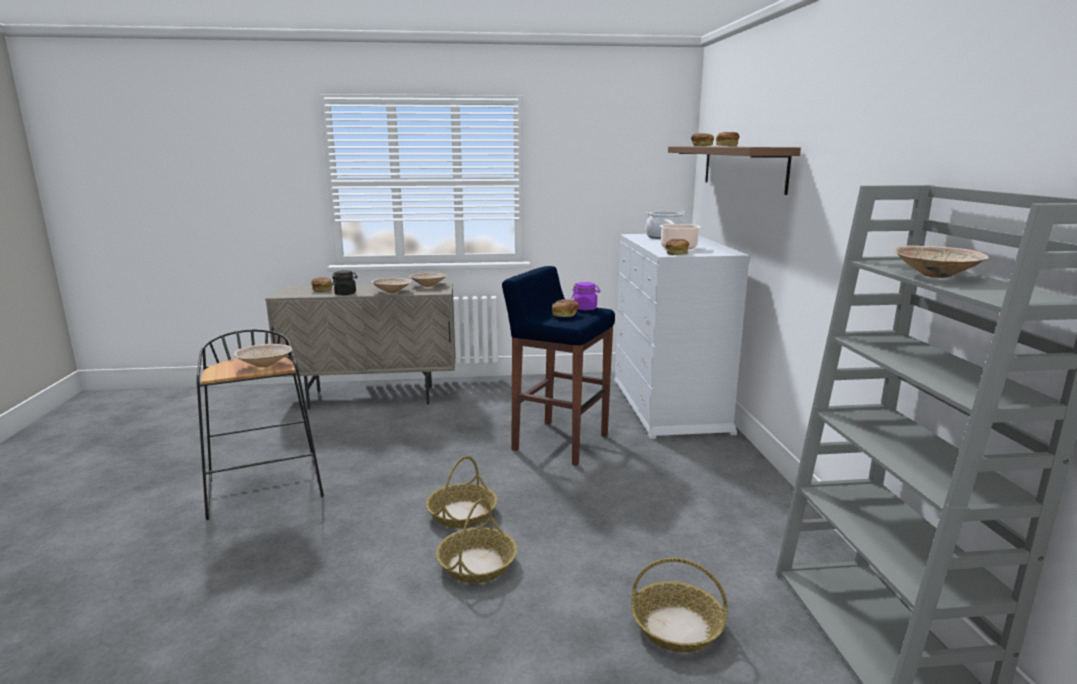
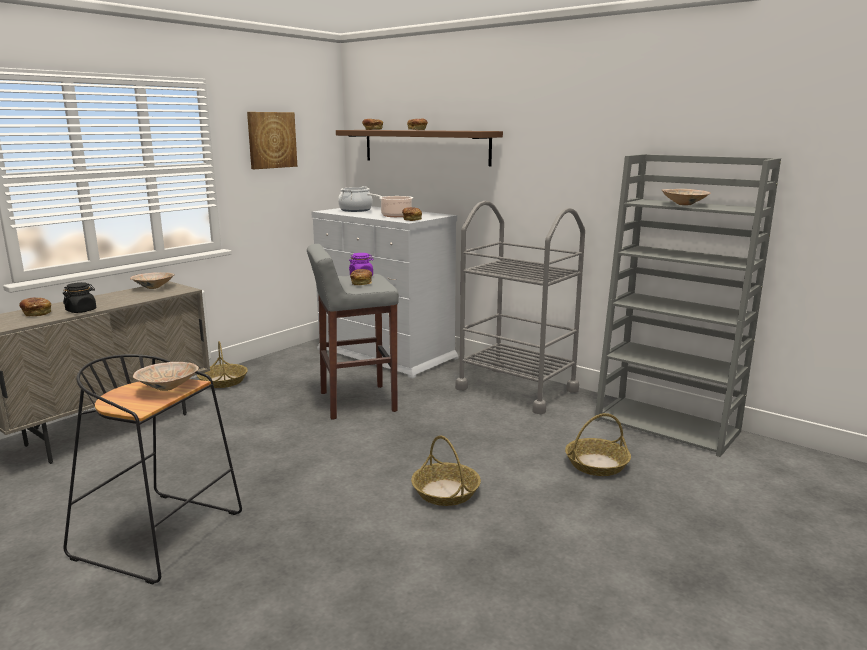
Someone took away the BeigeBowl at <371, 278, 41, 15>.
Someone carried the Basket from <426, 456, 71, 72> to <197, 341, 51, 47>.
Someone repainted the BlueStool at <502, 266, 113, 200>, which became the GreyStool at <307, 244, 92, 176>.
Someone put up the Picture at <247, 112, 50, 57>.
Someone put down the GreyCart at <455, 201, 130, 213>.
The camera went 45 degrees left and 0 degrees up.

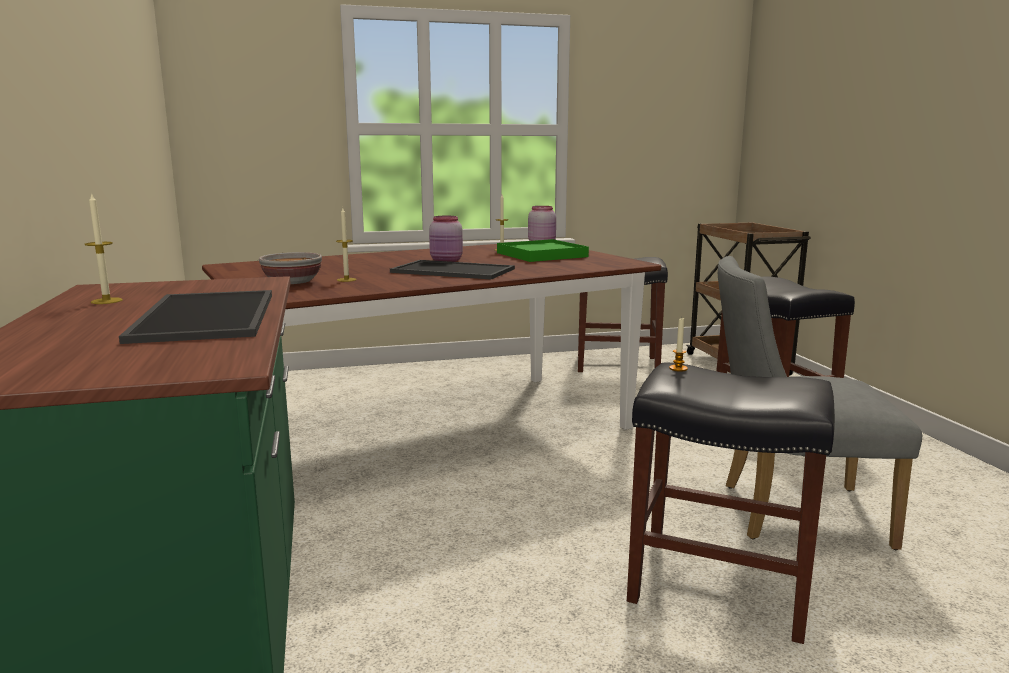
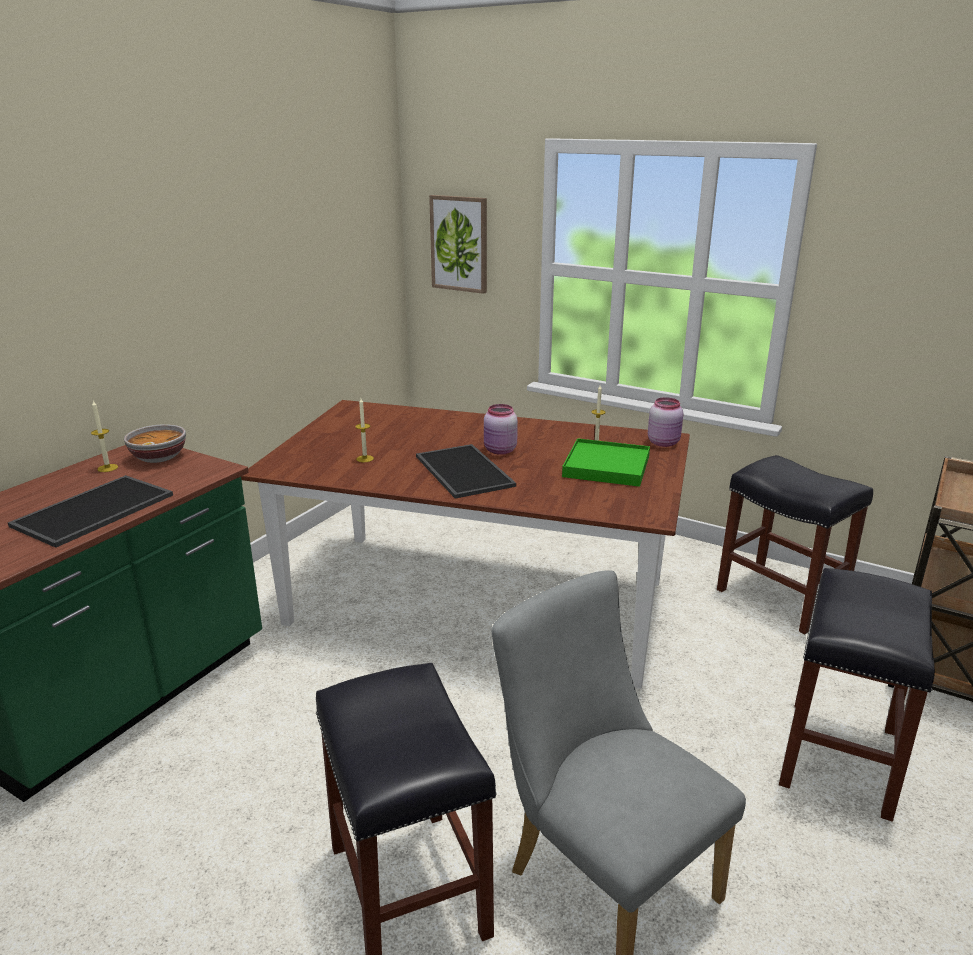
Someone carried the Bowl from <259, 252, 63, 32> to <124, 424, 62, 39>.
Someone took away the Candle at <669, 317, 19, 55>.
Someone put up the Picture at <429, 195, 58, 99>.
The camera went 45 degrees right and 10 degrees up.

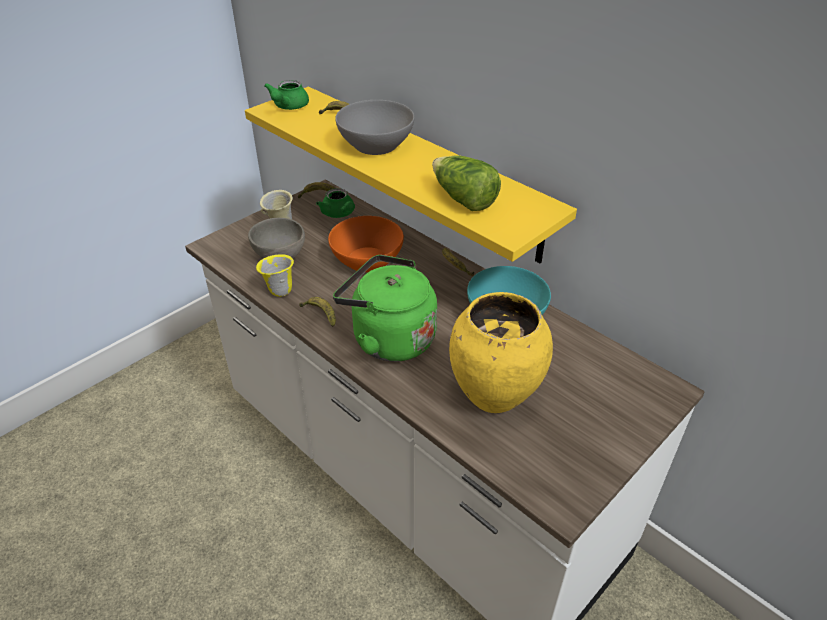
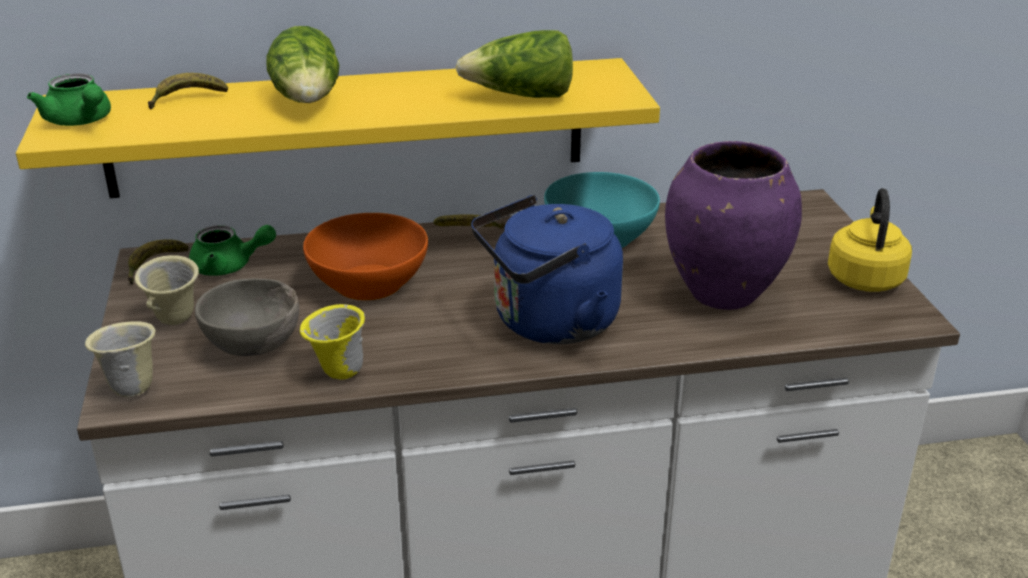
Someone took away the Banana at <299, 297, 37, 30>.
Someone repainted the GreenKettle at <333, 255, 104, 107>, which became the BlueKettle at <471, 195, 152, 149>.
Someone swapped the GreyBowl at <335, 100, 80, 55> for the Lettuce at <266, 26, 74, 77>.
Someone repainted the YellowVase at <449, 292, 104, 121>, which became the PurpleVase at <665, 141, 137, 169>.
Someone put down the BeigeMug at <85, 321, 71, 76>.
Someone put down the YellowKettle at <828, 188, 84, 104>.
The camera went 55 degrees left and 10 degrees down.

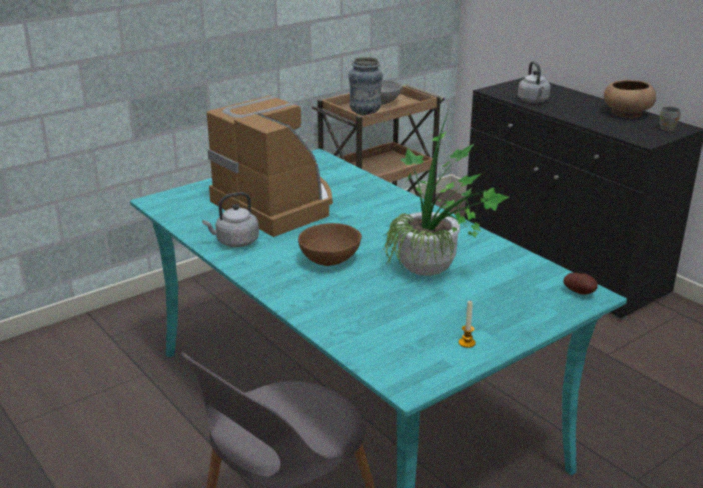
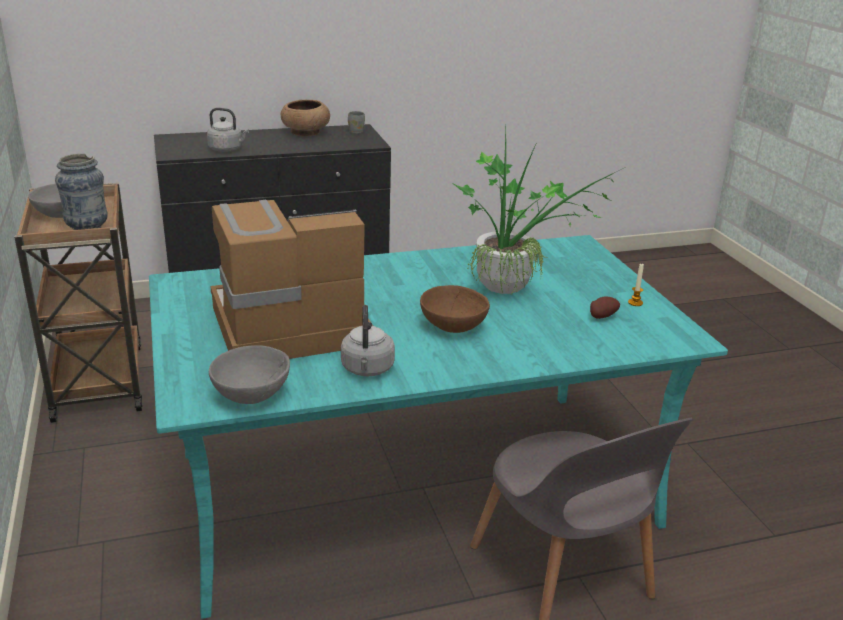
Someone carried the Potato from <563, 273, 35, 22> to <590, 297, 30, 22>.
Someone put down the GreyBowl at <209, 345, 81, 59>.
The camera went 70 degrees left and 0 degrees up.

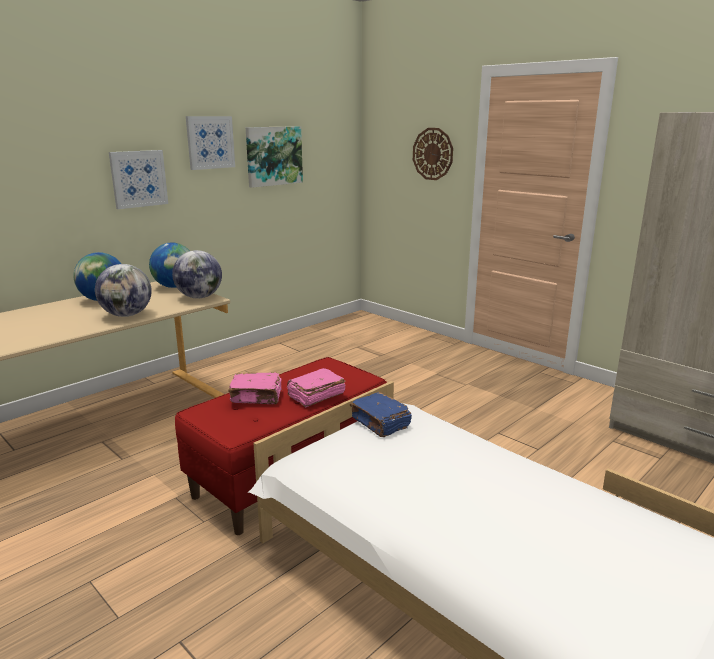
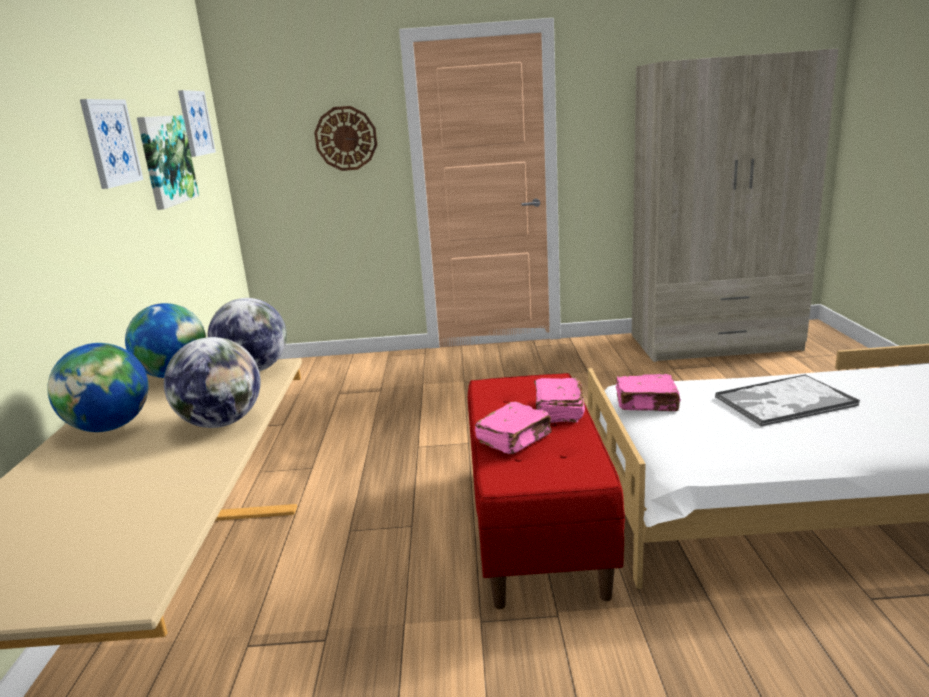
Someone carried the Picture from <109, 150, 59, 59> to <178, 90, 38, 67>.
Someone repainted the BlueBook at <350, 392, 62, 45>, which became the PinkBook at <616, 374, 65, 37>.
Someone put down the Tray at <715, 374, 145, 53>.
The camera went 45 degrees left and 0 degrees up.

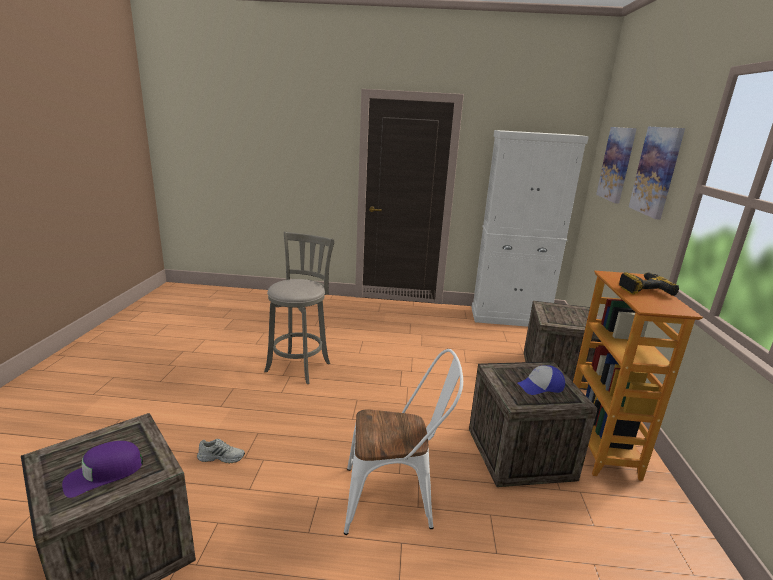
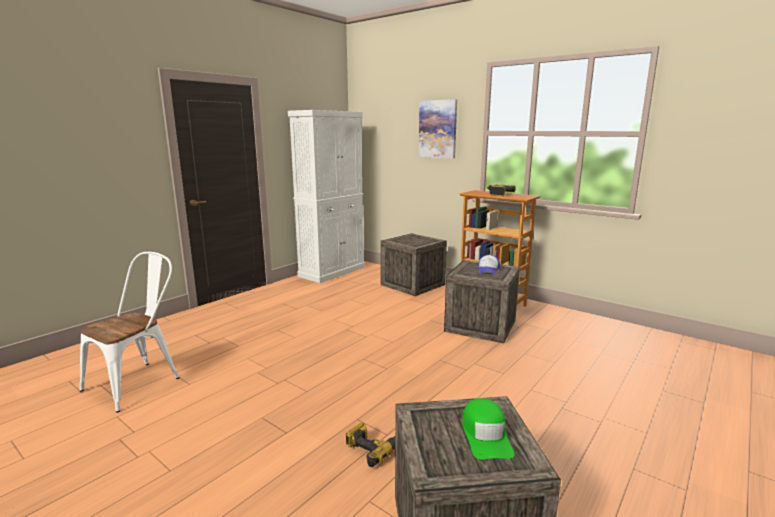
Someone repainted the PurpleCap at <62, 441, 81, 57>, which became the GreenCap at <463, 398, 51, 62>.
Someone swapped the WhiteShoe at <197, 439, 48, 24> for the PowerDrill at <346, 422, 49, 45>.
Someone took away the GreyStool at <264, 231, 70, 153>.
Someone carried the WhiteChair from <344, 349, 119, 186> to <80, 252, 99, 161>.
Someone took away the Picture at <596, 127, 41, 77>.
The camera went 55 degrees left and 5 degrees down.

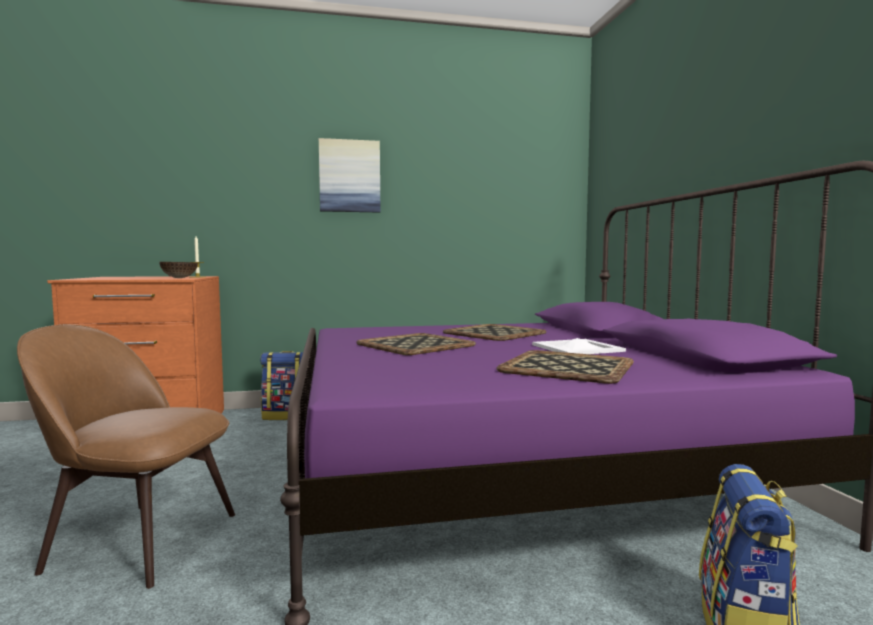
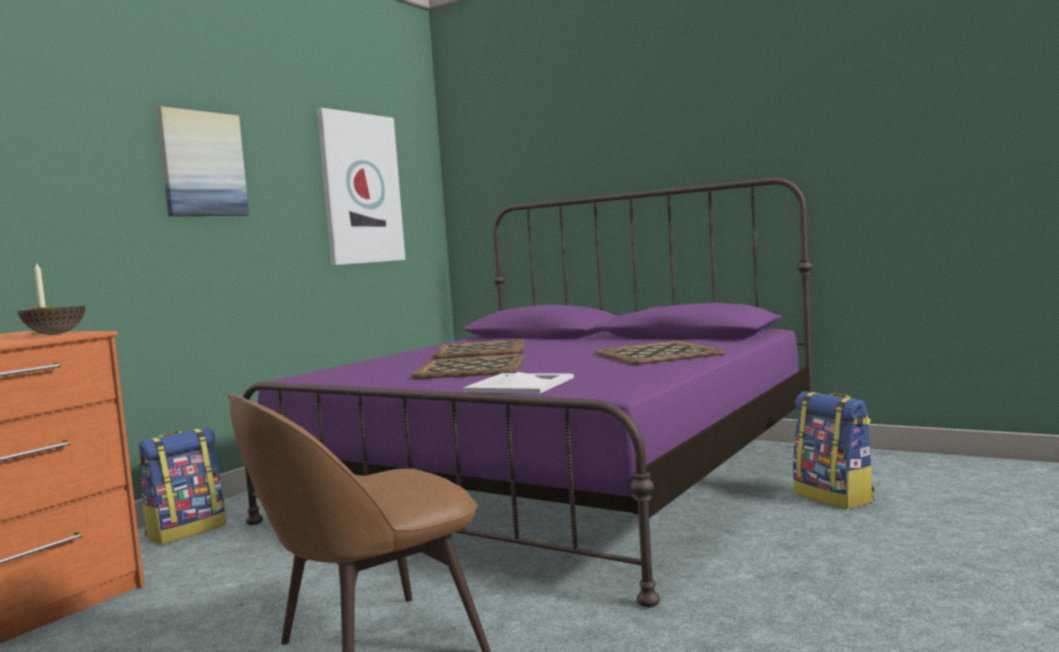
Someone carried the WhiteTray from <532, 338, 94, 16> to <463, 372, 111, 21>.
Someone put up the Picture at <317, 108, 88, 157>.
The camera went 45 degrees left and 0 degrees up.

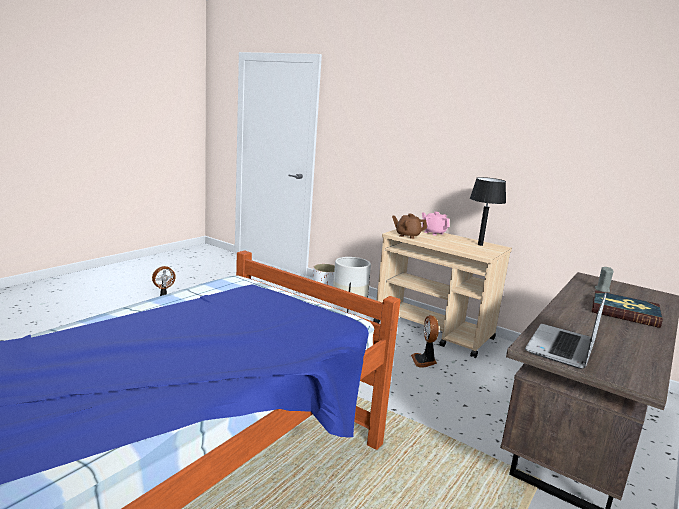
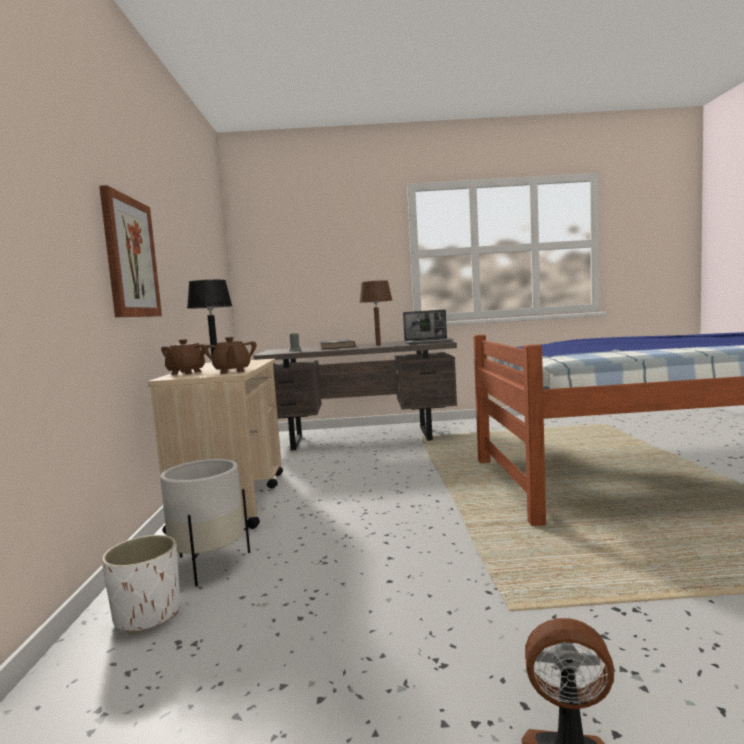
Someone took away the Fan at <411, 315, 28, 53>.
Someone repainted the PinkTeapot at <422, 212, 28, 24>, which became the BrownTeapot at <161, 339, 44, 36>.
Someone put up the Picture at <99, 185, 63, 132>.
Someone put down the BrownTableLamp at <359, 280, 33, 66>.
The camera went 125 degrees left and 10 degrees down.

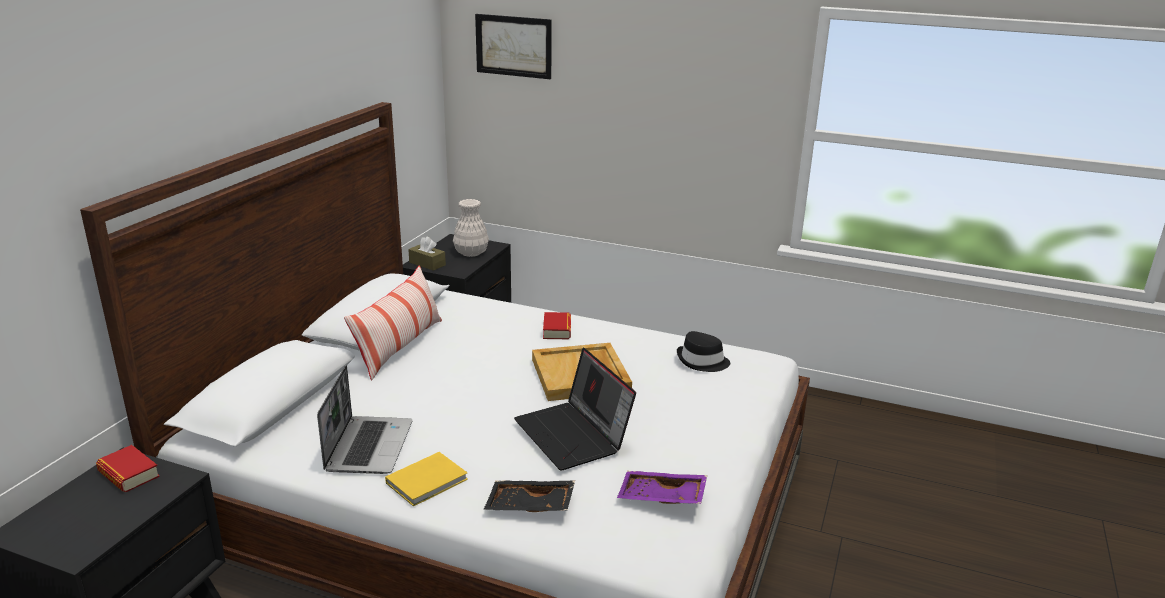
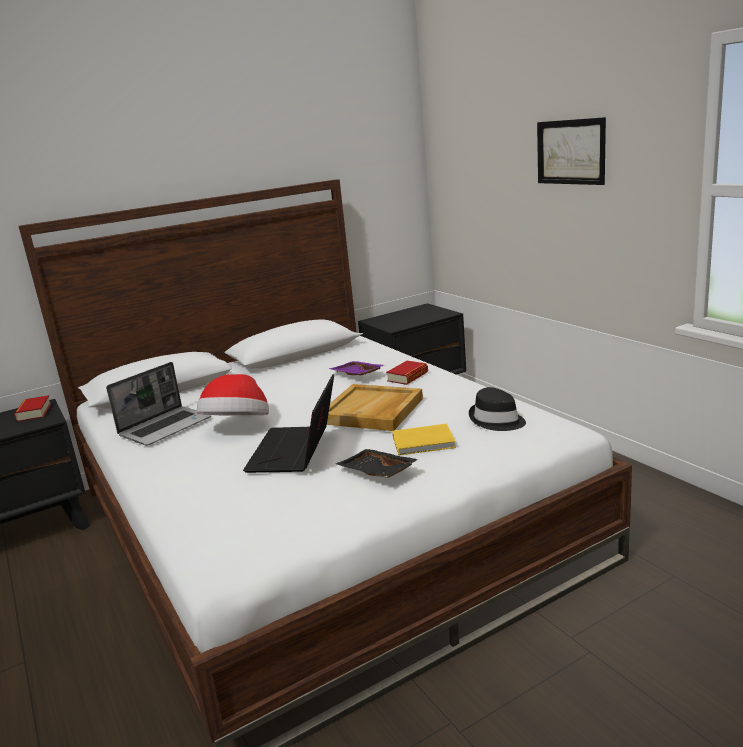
Someone took away the Pillow at <344, 266, 98, 114>.
Someone carried the YellowBook from <385, 452, 83, 54> to <392, 424, 64, 32>.
Someone took away the BrownTissueBox at <408, 236, 38, 35>.
Someone took away the WhiteVase at <453, 199, 36, 58>.
Someone carried the Picture from <475, 14, 77, 65> to <537, 117, 69, 68>.
Someone carried the BlackTray from <483, 481, 92, 31> to <336, 449, 83, 29>.
Someone carried the PurpleTray from <617, 471, 90, 33> to <329, 361, 55, 14>.
Someone put down the Hat at <197, 374, 72, 41>.
The camera went 40 degrees right and 5 degrees down.

